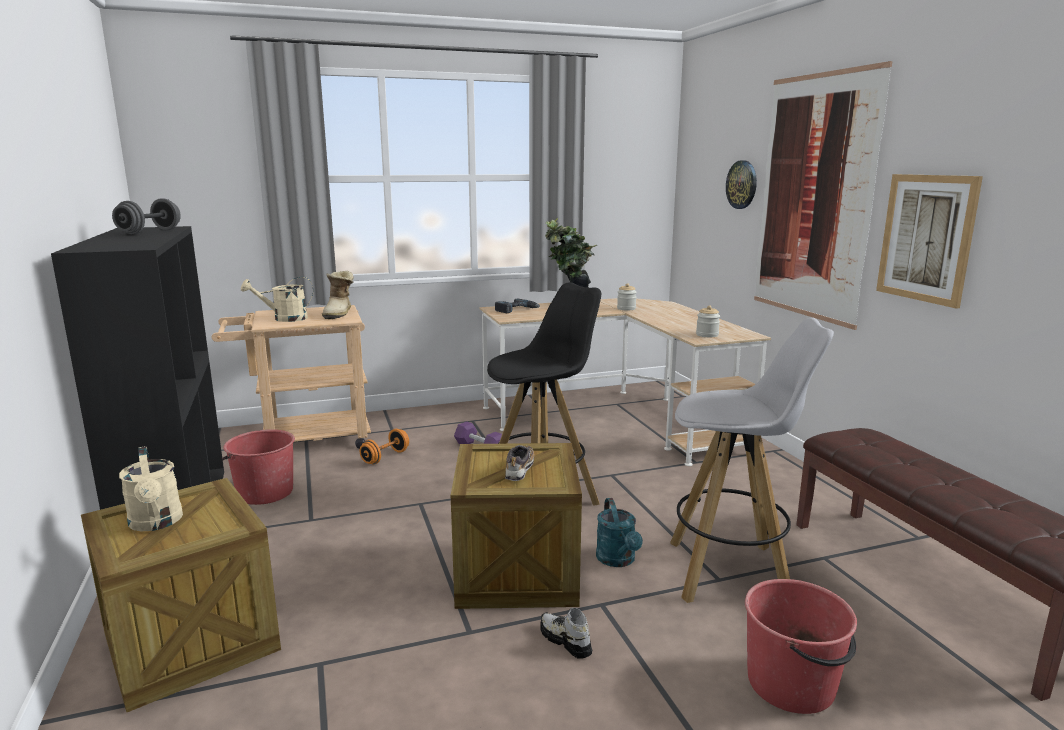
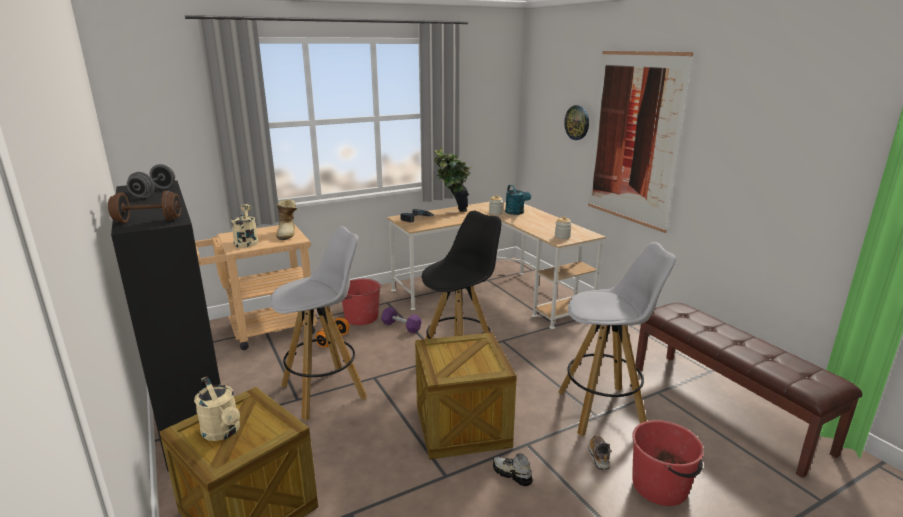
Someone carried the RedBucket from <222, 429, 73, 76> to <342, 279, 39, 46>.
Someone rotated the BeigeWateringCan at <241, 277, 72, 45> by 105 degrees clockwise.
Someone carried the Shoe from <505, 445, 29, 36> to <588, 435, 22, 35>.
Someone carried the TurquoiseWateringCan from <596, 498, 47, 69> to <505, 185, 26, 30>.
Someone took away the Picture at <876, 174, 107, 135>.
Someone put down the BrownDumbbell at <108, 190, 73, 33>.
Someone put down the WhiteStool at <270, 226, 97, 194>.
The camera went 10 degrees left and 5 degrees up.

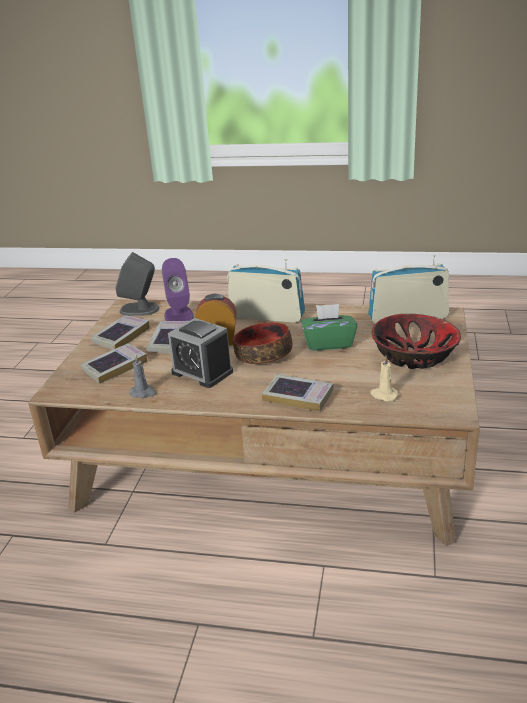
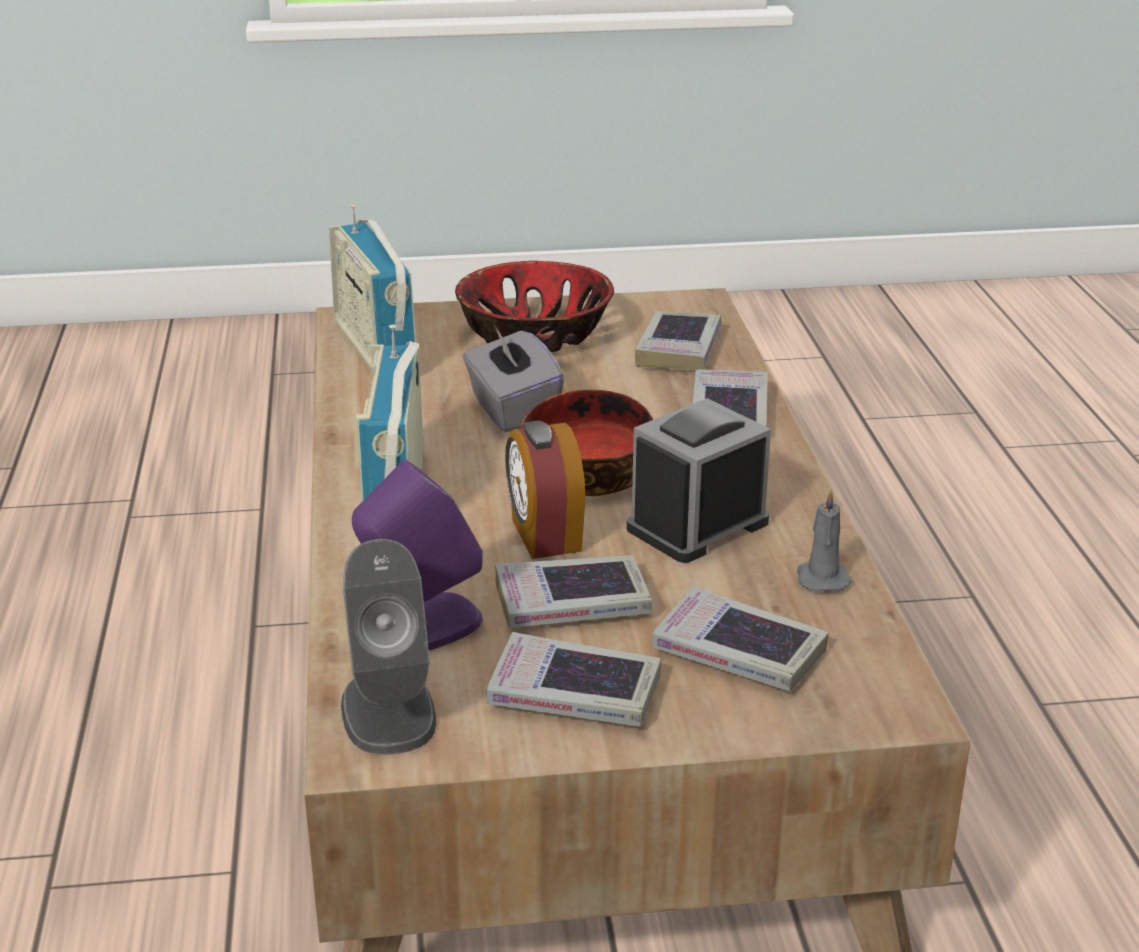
Someone rotated the AlarmClock at <168, 318, 65, 70> by 150 degrees counterclockwise.
Someone repainted the GreenTissueBox at <301, 304, 56, 47>, which became the GreyTissueBox at <463, 325, 101, 107>.
Someone swapped the BeigeCandle at <370, 355, 29, 46> for the Book at <635, 311, 86, 59>.
The camera went 110 degrees left and 0 degrees up.

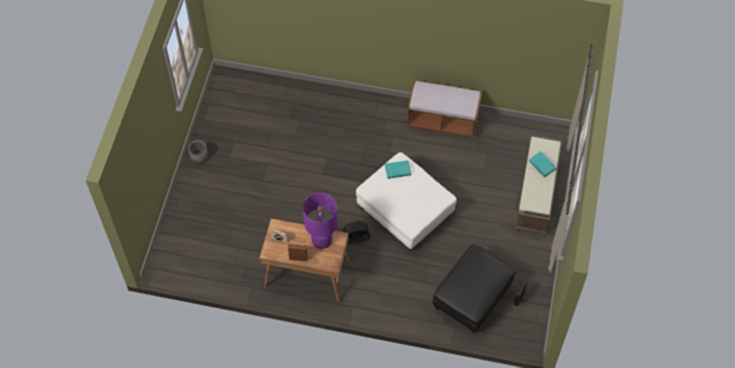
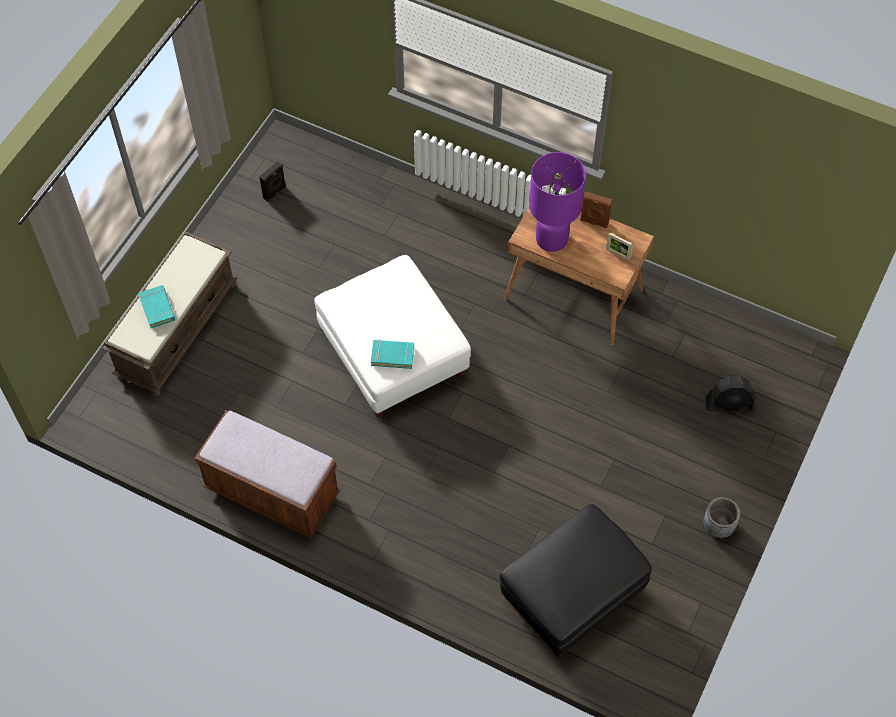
Someone carried the BlackFan from <342, 221, 28, 23> to <706, 376, 49, 36>.
Someone carried the BlackOttoman from <433, 244, 83, 90> to <500, 504, 152, 154>.
The camera went 165 degrees left and 0 degrees up.

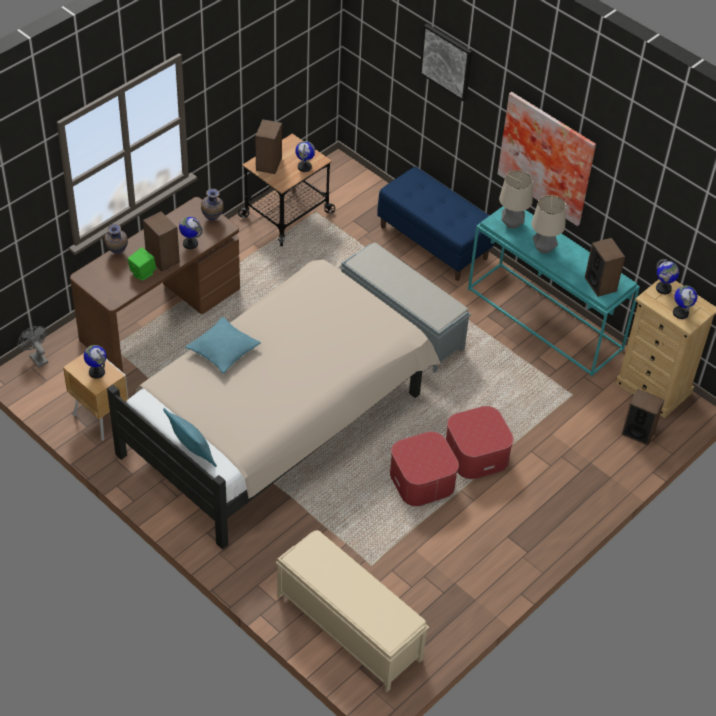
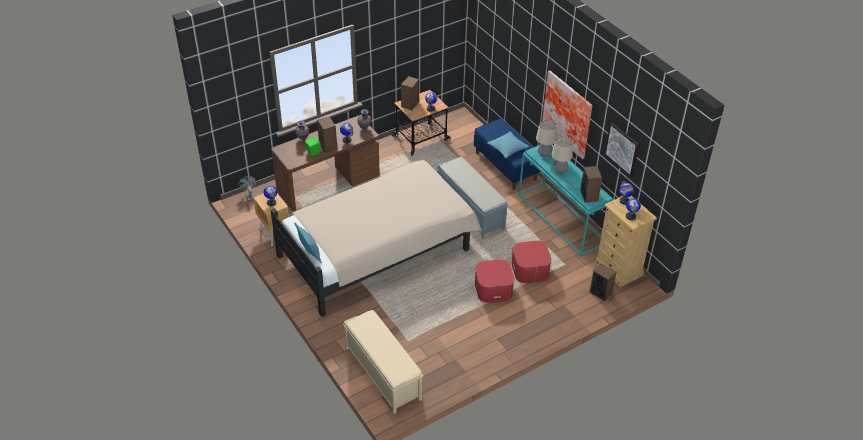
Someone carried the TurquoisePillow from <185, 317, 76, 57> to <487, 131, 42, 27>.
Someone carried the Ottoman from <390, 431, 69, 75> to <512, 240, 40, 43>.
Someone carried the Picture from <419, 23, 53, 79> to <604, 122, 35, 55>.
The camera went 15 degrees right and 5 degrees down.

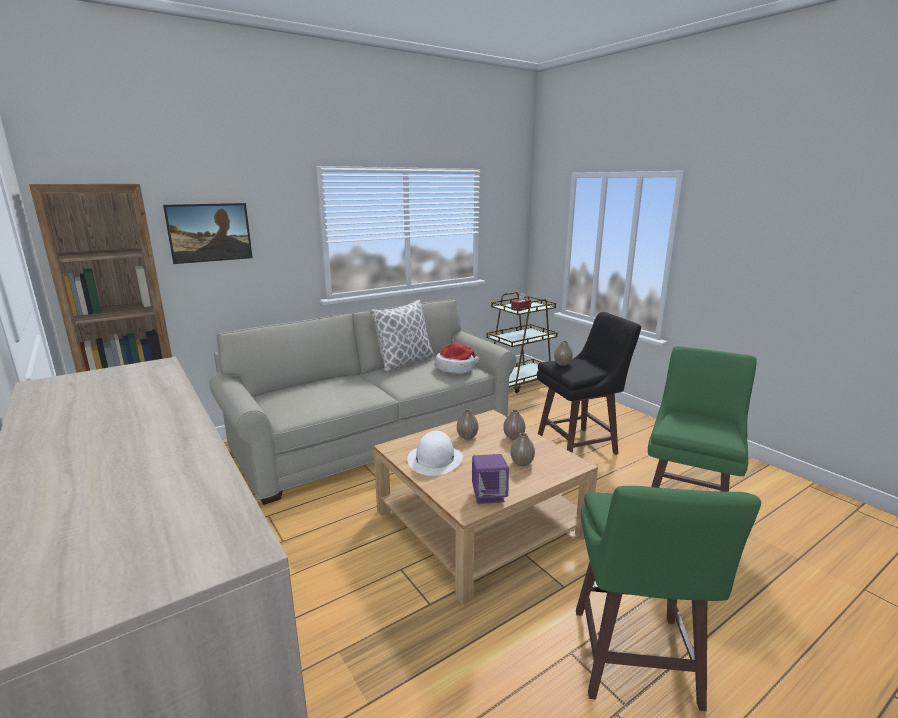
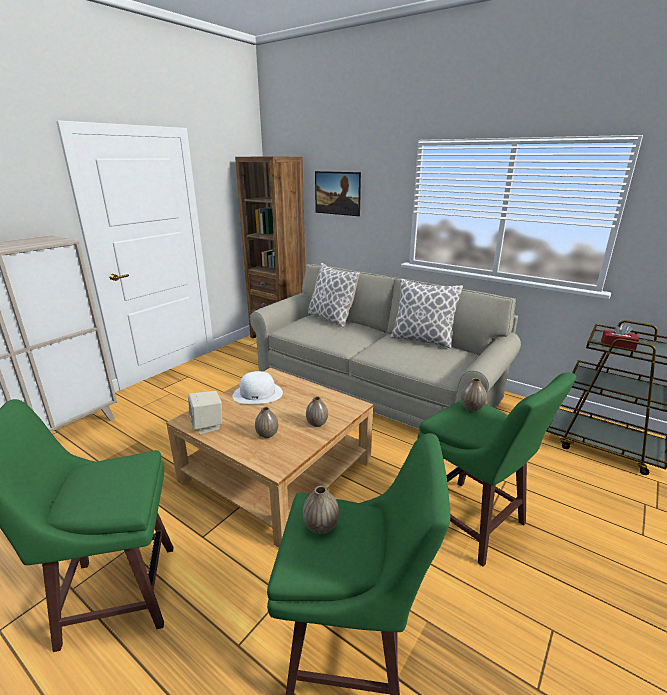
Someone took away the Hat at <435, 343, 45, 31>.
Someone carried the Vase from <457, 409, 21, 31> to <303, 486, 36, 48>.
Someone repainted the PurpleSpeaker at <472, 454, 37, 50>, which became the BeigeSpeaker at <188, 391, 34, 44>.
Someone repainted the BlackStool at <537, 312, 104, 143>, which became the GreenStool at <417, 373, 159, 194>.
Someone put down the Pillow at <308, 263, 52, 65>.
The camera went 70 degrees right and 5 degrees up.

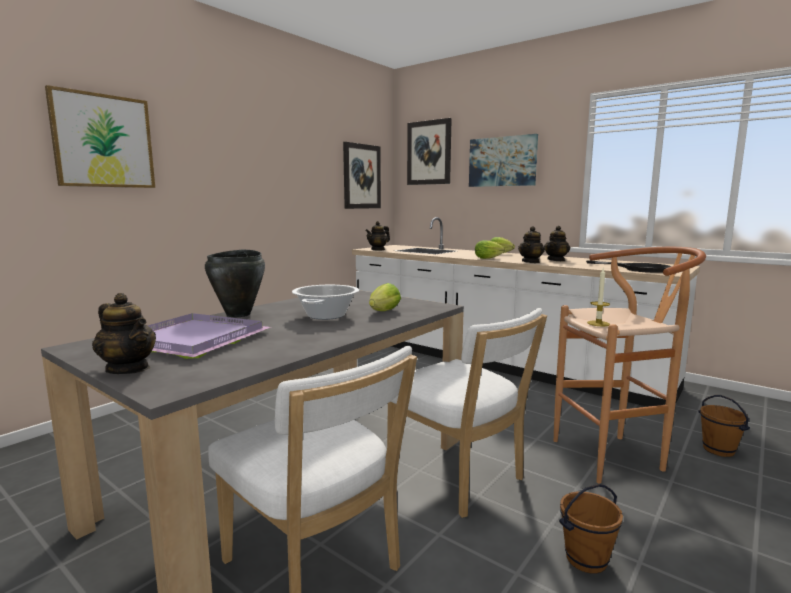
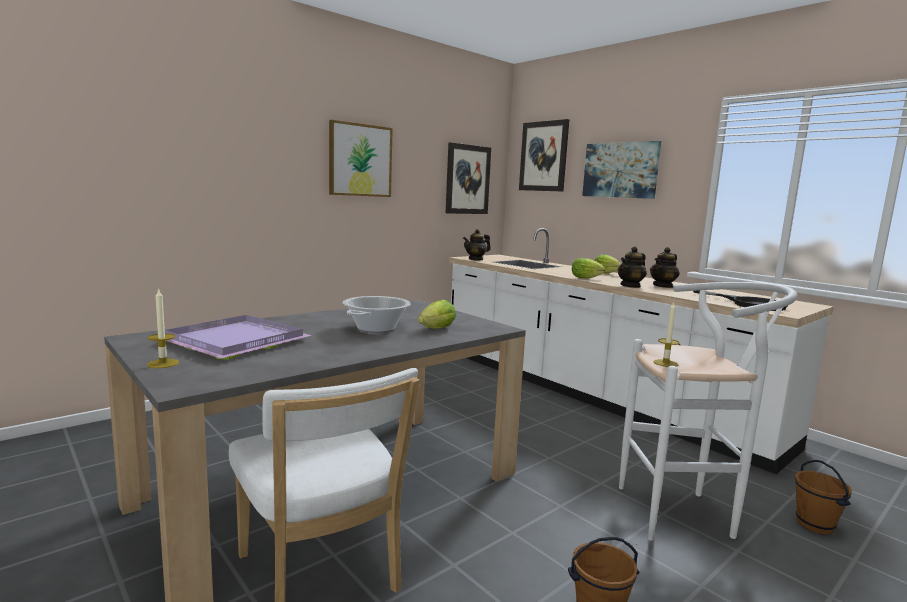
Someone carried the Picture from <45, 85, 110, 103> to <329, 120, 64, 77>.
Someone swapped the Teapot at <92, 293, 64, 81> for the Candle at <147, 288, 32, 80>.
Someone took away the BlackCookingPot at <205, 249, 60, 68>.
Someone took away the WhiteChair at <387, 308, 160, 210>.
Someone repainted the BrownStool at <554, 247, 152, 237>, which became the WhiteStool at <619, 282, 179, 259>.
The camera went 10 degrees right and 0 degrees up.

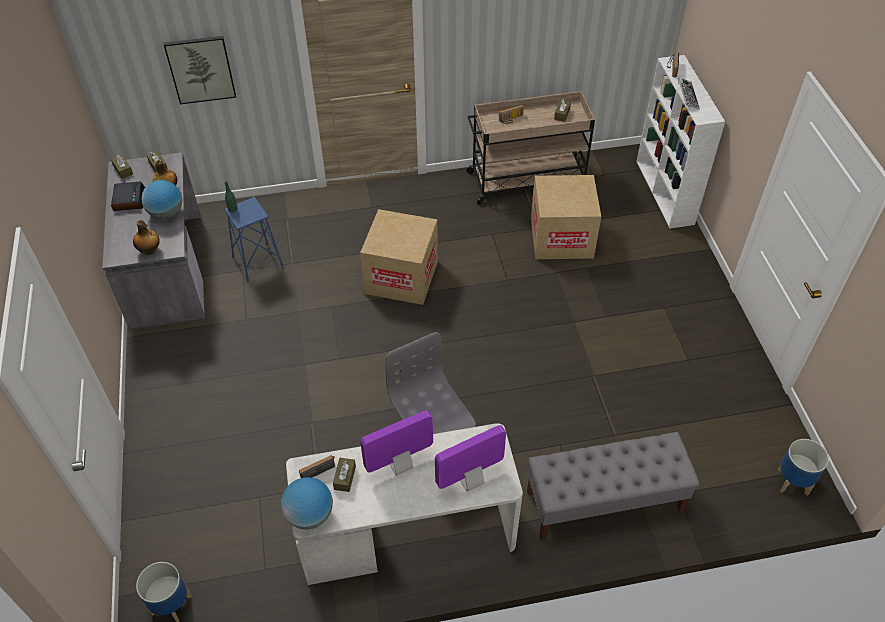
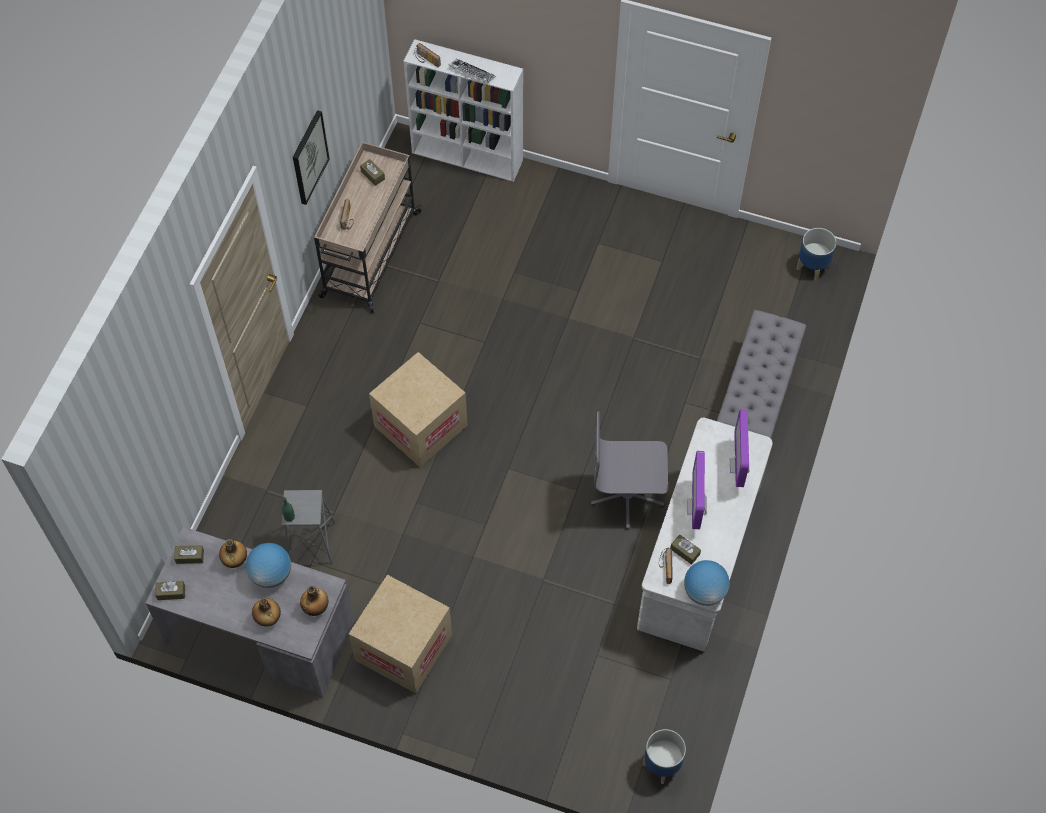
Someone took away the AlarmClock at <111, 181, 34, 30>.
Someone carried the Picture from <164, 36, 72, 68> to <293, 110, 36, 95>.
Someone repainted the BlueStool at <224, 197, 60, 85>, which became the GreyStool at <282, 490, 54, 74>.
Someone carried the CardboardBox from <531, 175, 70, 84> to <349, 575, 103, 118>.
Someone put down the Bottle at <252, 598, 29, 29>.
The camera went 60 degrees left and 10 degrees up.

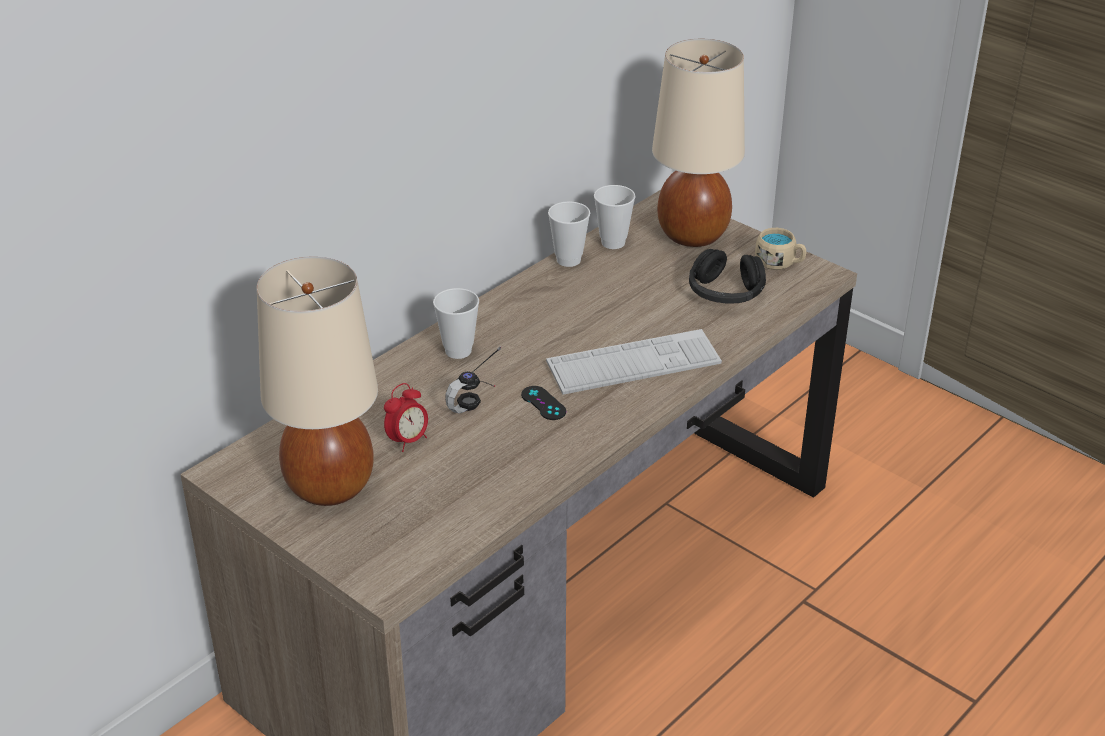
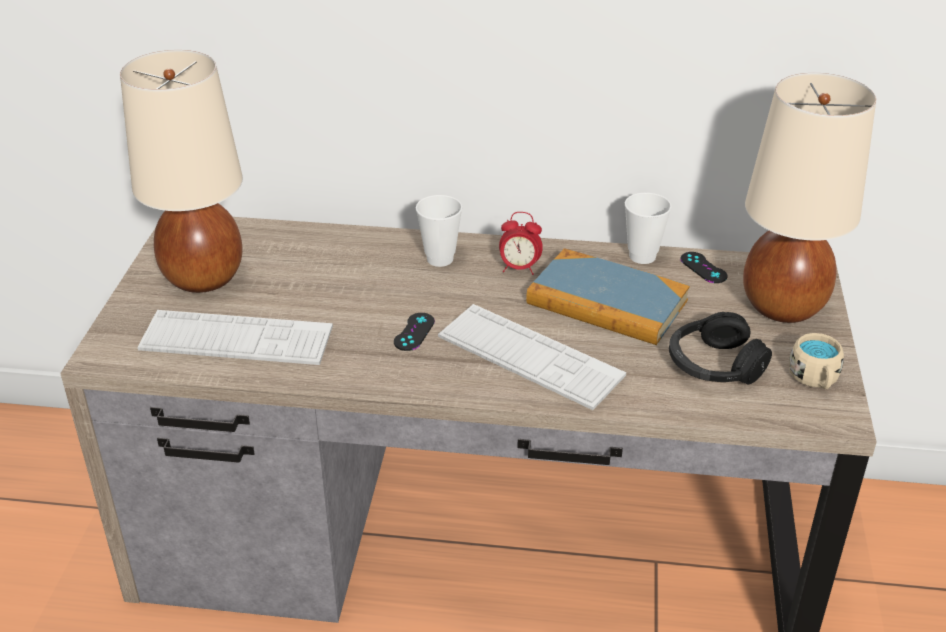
Someone carried the AlarmClock from <384, 383, 44, 69> to <499, 212, 44, 63>.
Someone took away the Headphones at <445, 346, 56, 67>.
Someone swapped the Cup at <594, 185, 41, 64> for the BlackGameController at <680, 252, 47, 31>.
Someone put down the Keyboard at <137, 310, 196, 55>.
Someone put down the Book at <526, 248, 164, 97>.
The camera went 55 degrees right and 0 degrees up.

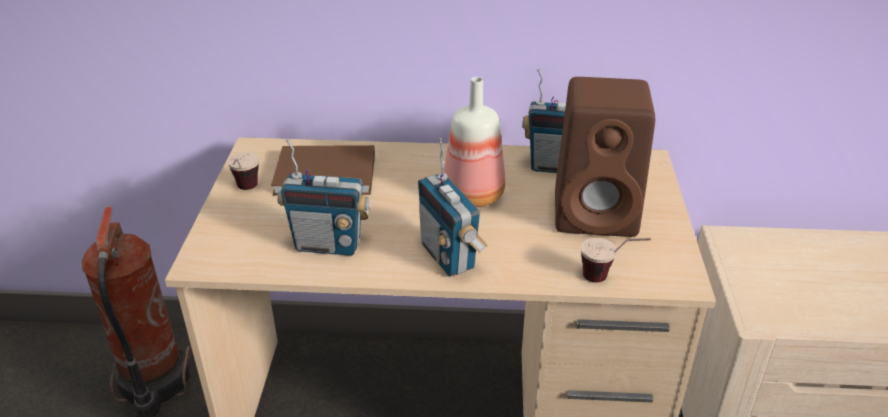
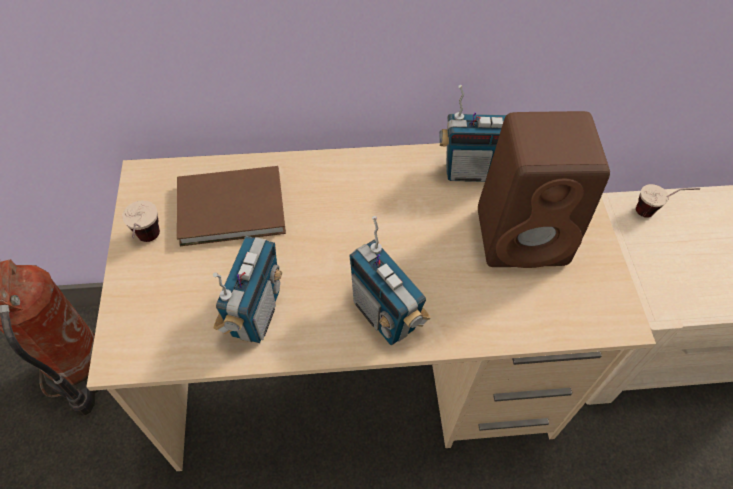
Someone rotated the Radio at <277, 138, 93, 118> by 75 degrees counterclockwise.
Someone took away the Bottle at <444, 77, 61, 130>.
Someone carried the Cup from <581, 238, 70, 45> to <636, 184, 64, 34>.
The camera went 10 degrees left and 20 degrees up.

